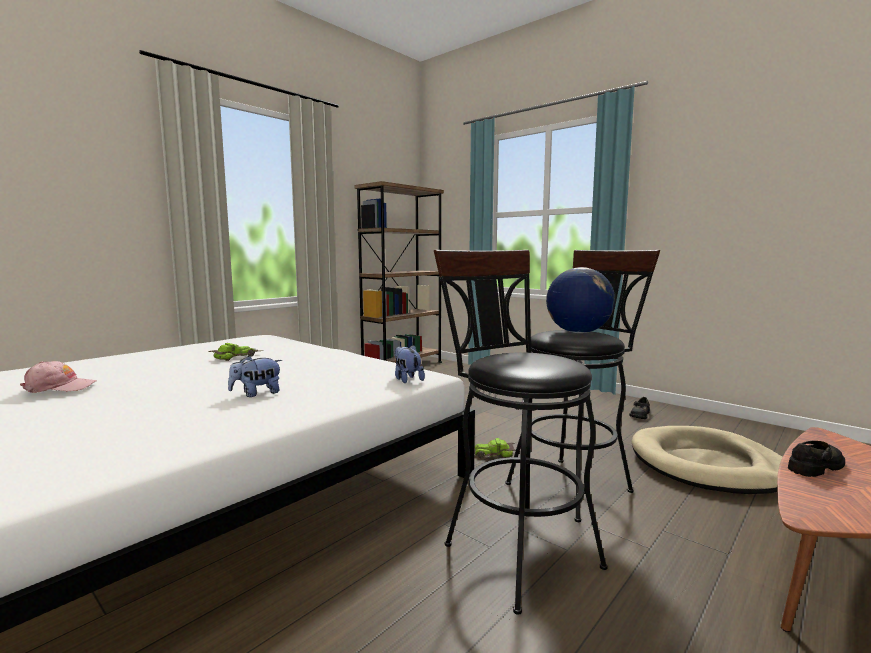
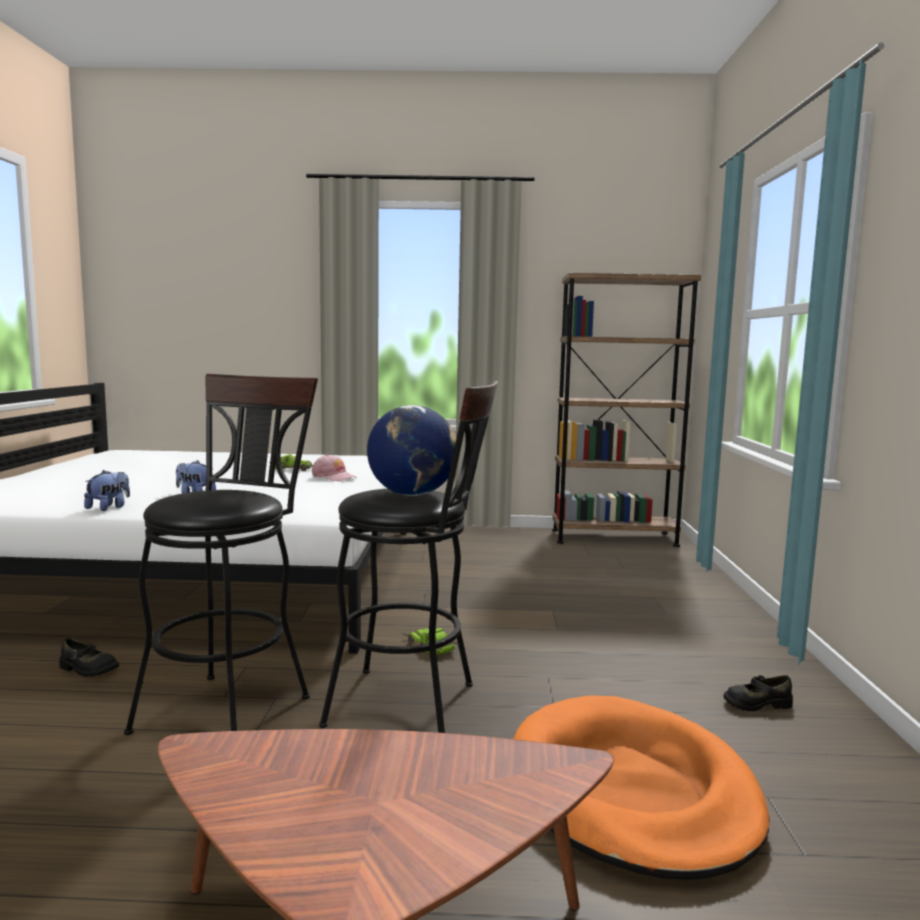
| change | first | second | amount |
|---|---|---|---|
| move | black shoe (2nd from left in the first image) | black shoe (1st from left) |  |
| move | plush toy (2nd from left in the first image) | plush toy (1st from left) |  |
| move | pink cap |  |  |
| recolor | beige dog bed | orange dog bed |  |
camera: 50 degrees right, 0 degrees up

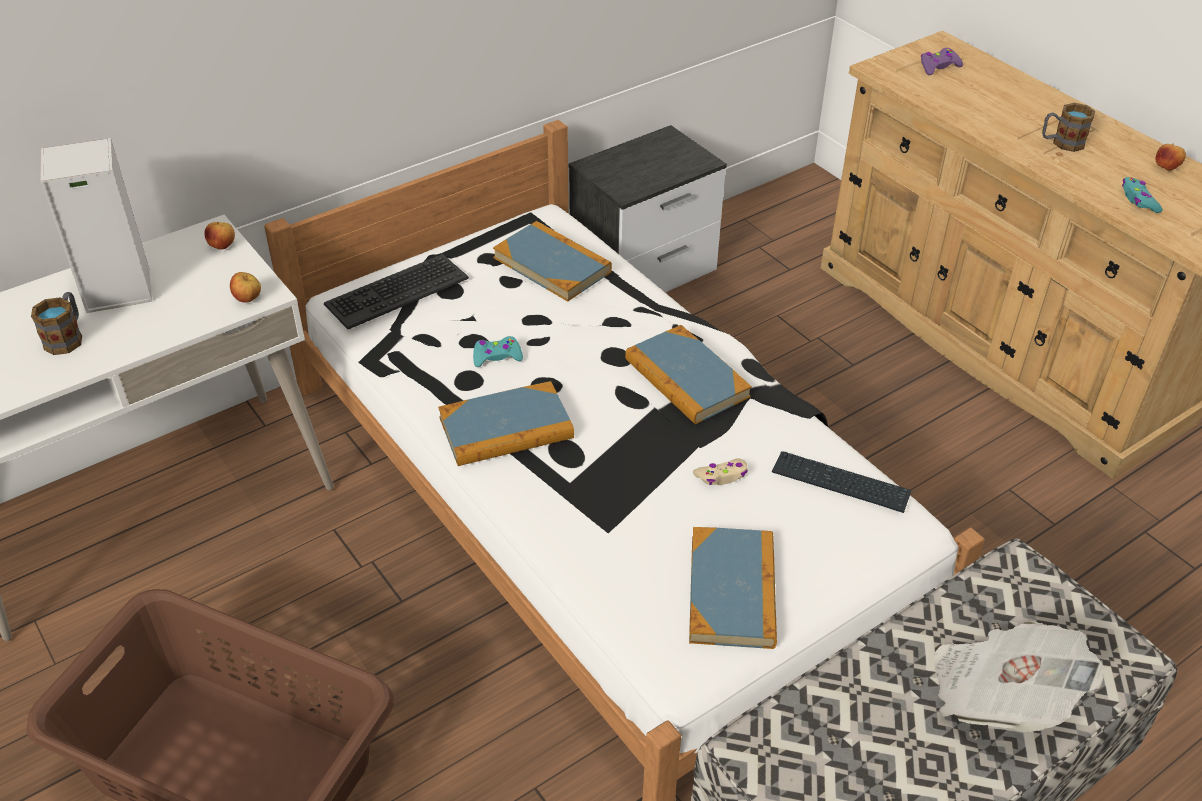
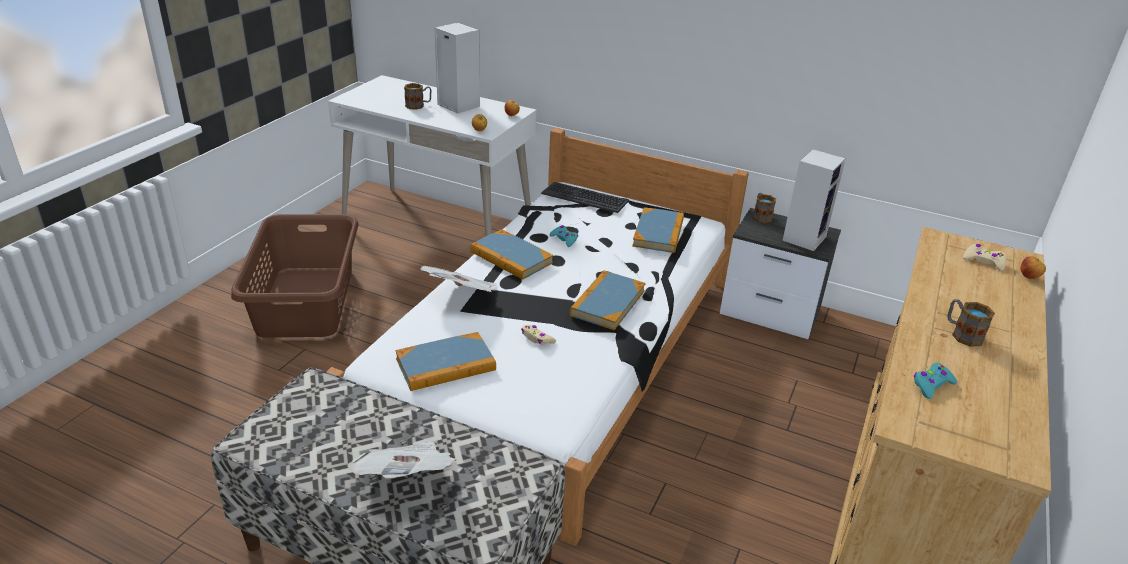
| change | first | second | amount |
|---|---|---|---|
| insert |  | newspaper (2nd from left) |  |
| insert |  | mug (2nd from left) |  |
| insert |  | speaker (2nd from left) |  |
| recolor | purple game controller | beige game controller (2nd from left) |  |
| move | apple (3rd from left) |  |  |
| delete | keyboard (2nd from left) |  |  |
camera: 60 degrees right, 10 degrees down

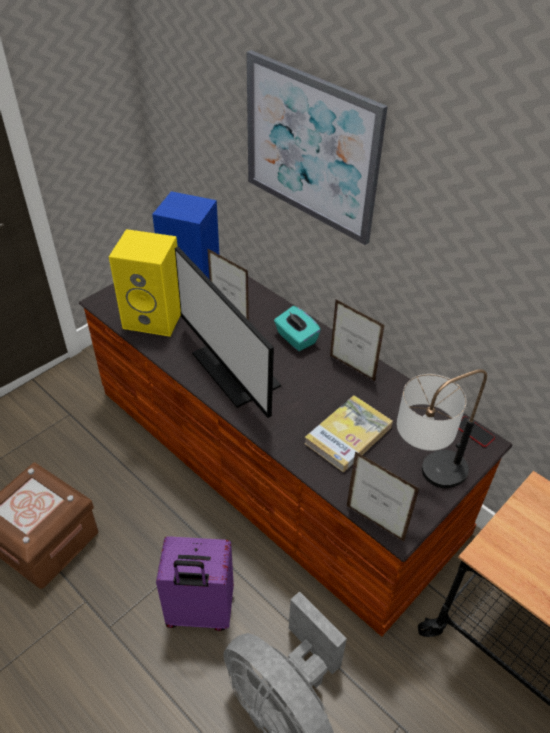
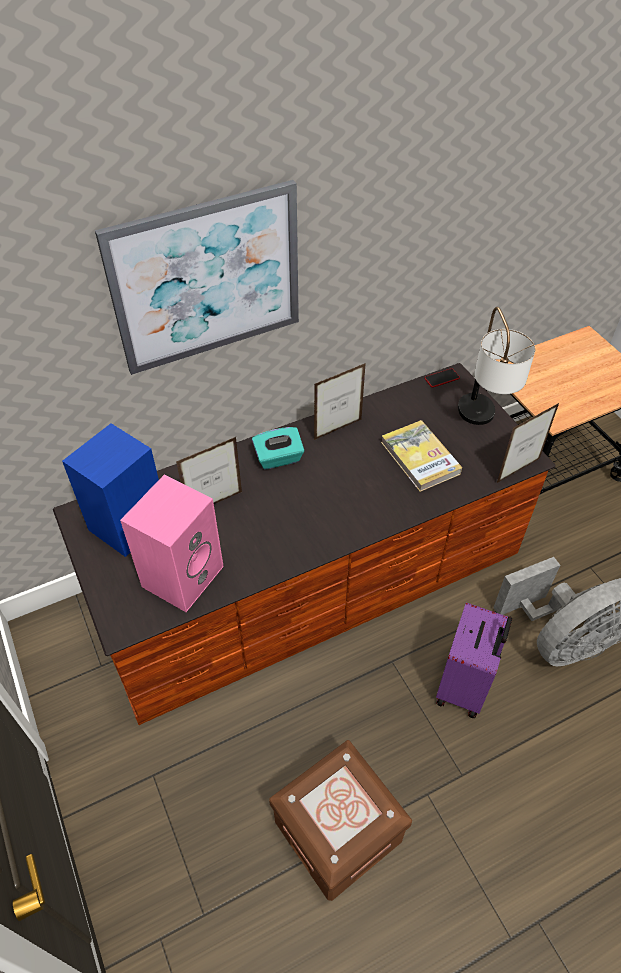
| change | first | second | amount |
|---|---|---|---|
| recolor | yellow speaker | pink speaker |  |
| delete | monitor |  |  |
camera: 70 degrees left, 5 degrees up

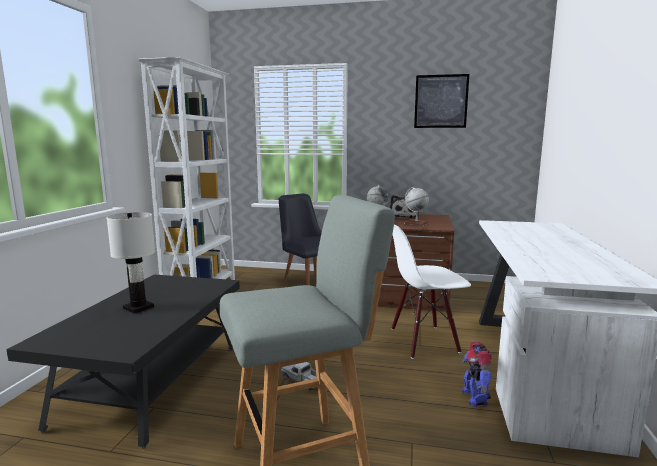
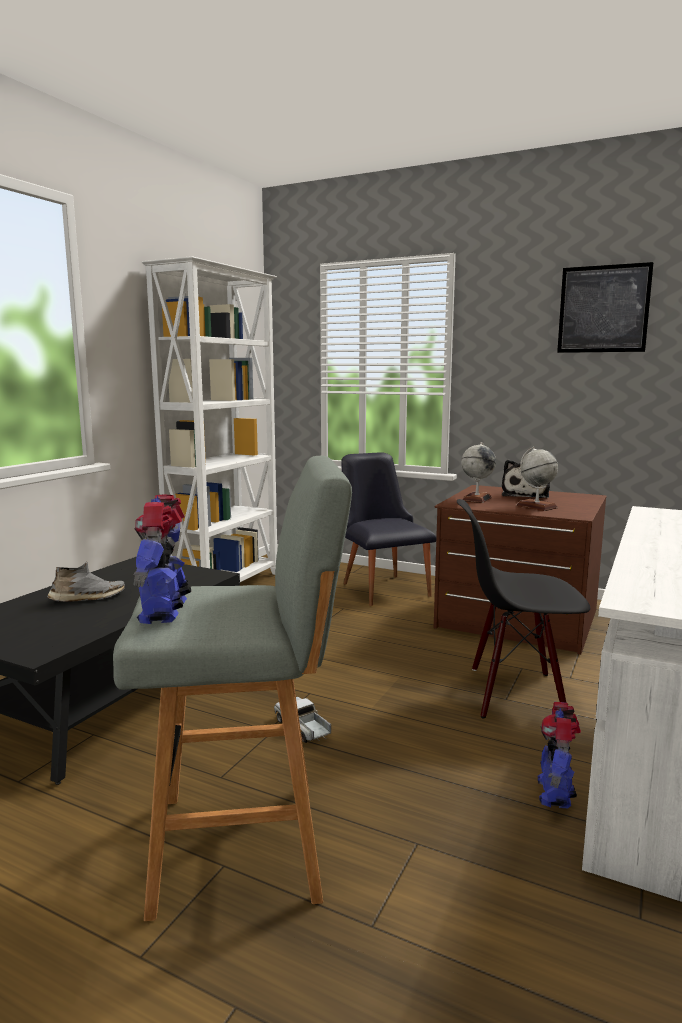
| change | first | second | amount |
|---|---|---|---|
| replace | white table lamp | grey shoe |  |
| insert |  | toy robot (1st from left) |  |
| recolor | white chair | black chair (2nd from left) |  |
camera: 15 degrees right, 0 degrees up

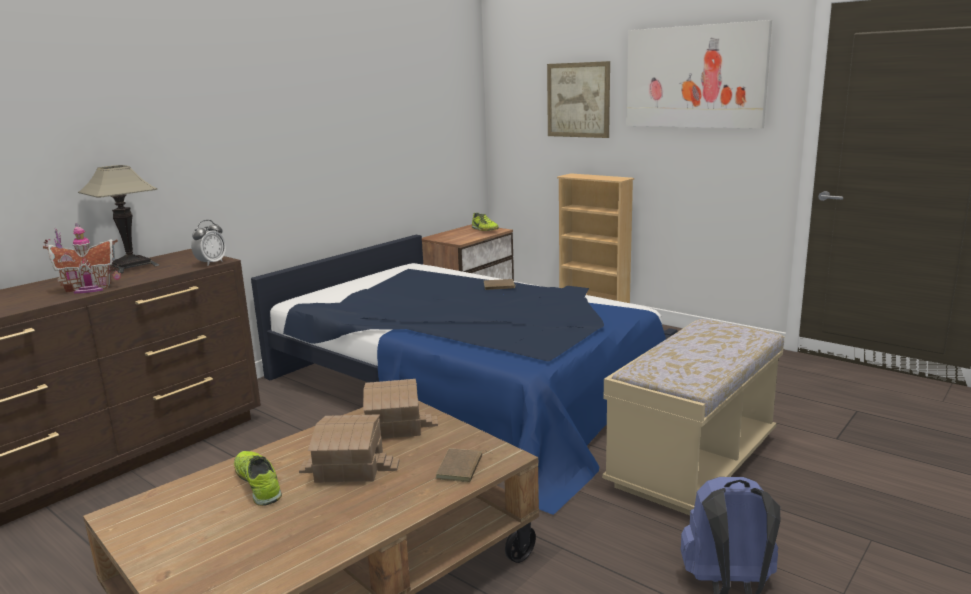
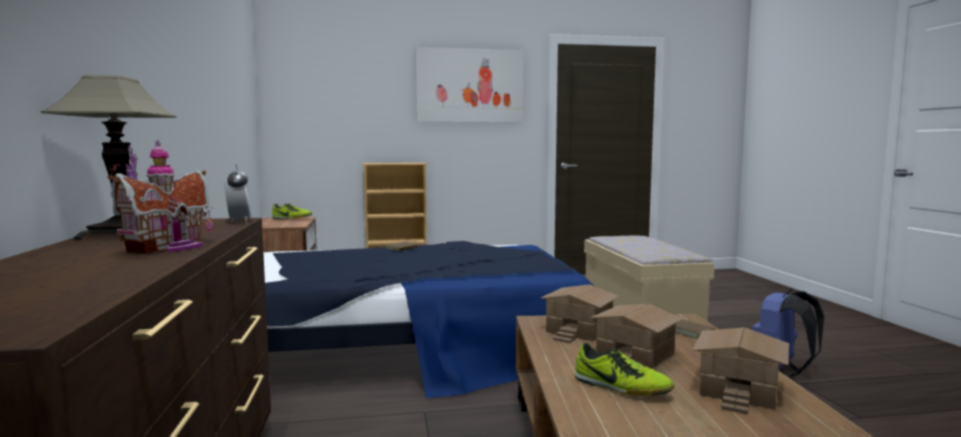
| change | first | second | amount |
|---|---|---|---|
| rotate | shoe (1st from left in the first image) | shoe (2nd from left) | 150 degrees counterclockwise |
| insert |  | toy house (4th from left) |  |
| delete | picture (1st from left) |  |  |
camera: 50 degrees left, 10 degrees down

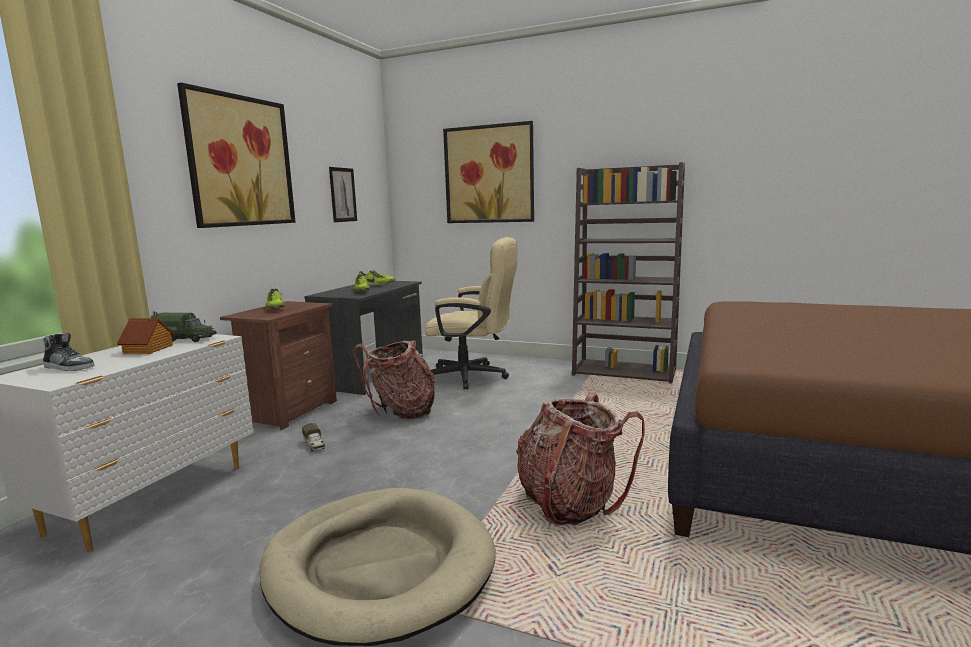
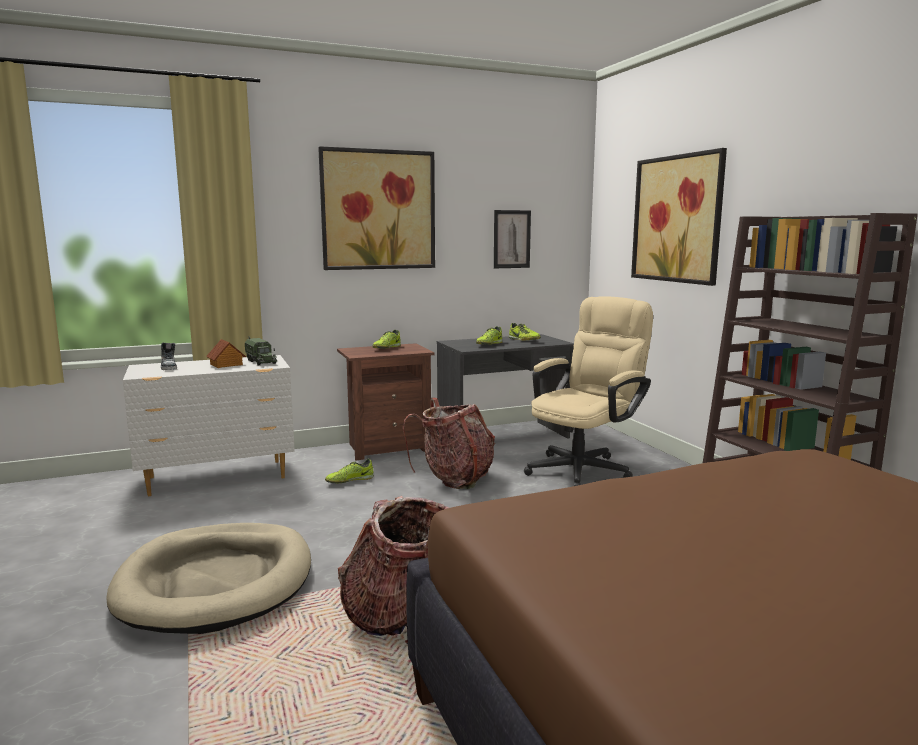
| change | first | second | amount |
|---|---|---|---|
| replace | toy truck (2nd from left) | shoe (2nd from left) |  |
| rotate | beige office chair |  | 105 degrees counterclockwise |
camera: 45 degrees right, 0 degrees up

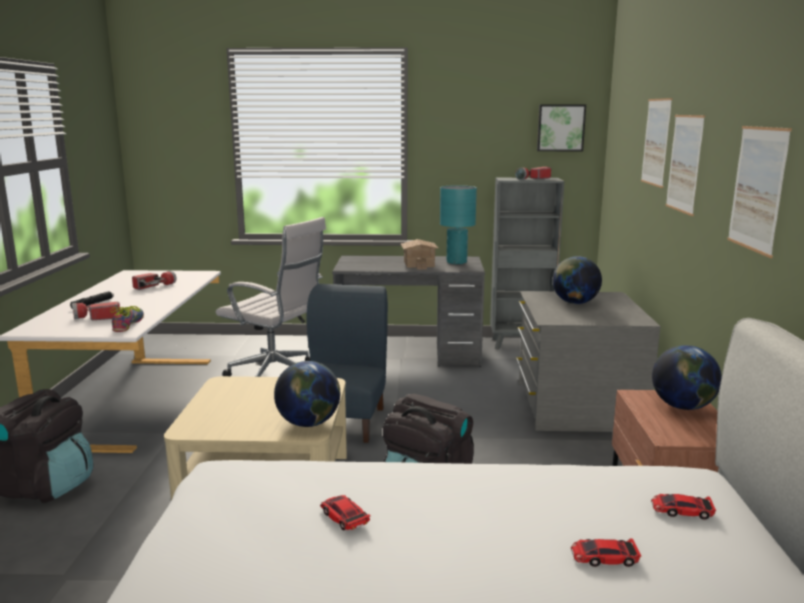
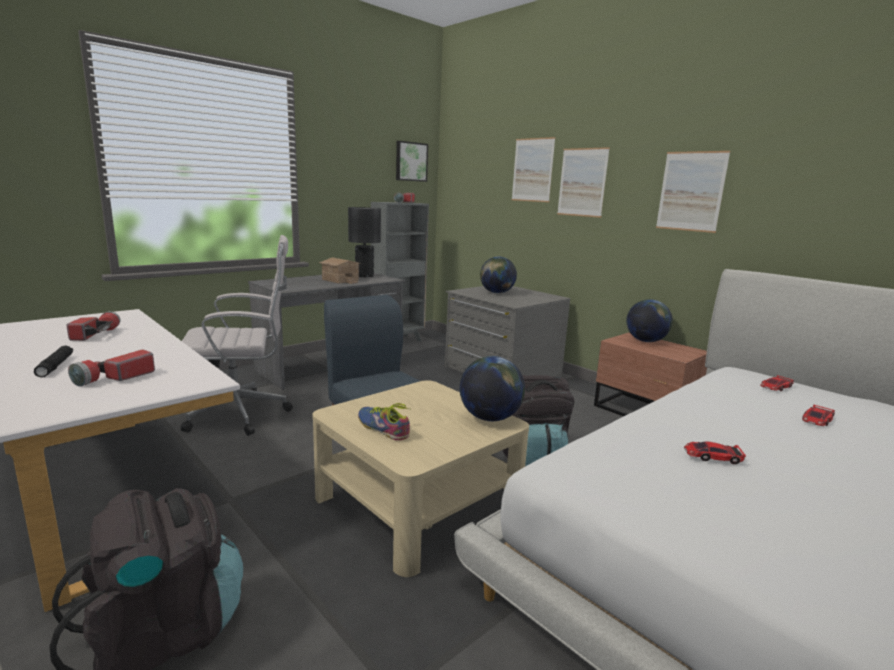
| change | first | second | amount |
|---|---|---|---|
| recolor | turquoise table lamp | black table lamp |  |
| move | shoe |  |  |
camera: 45 degrees left, 0 degrees up

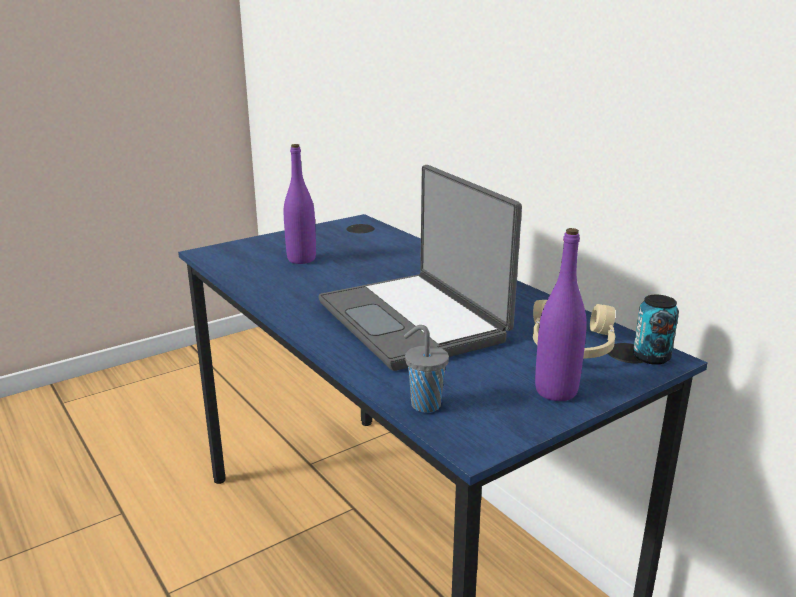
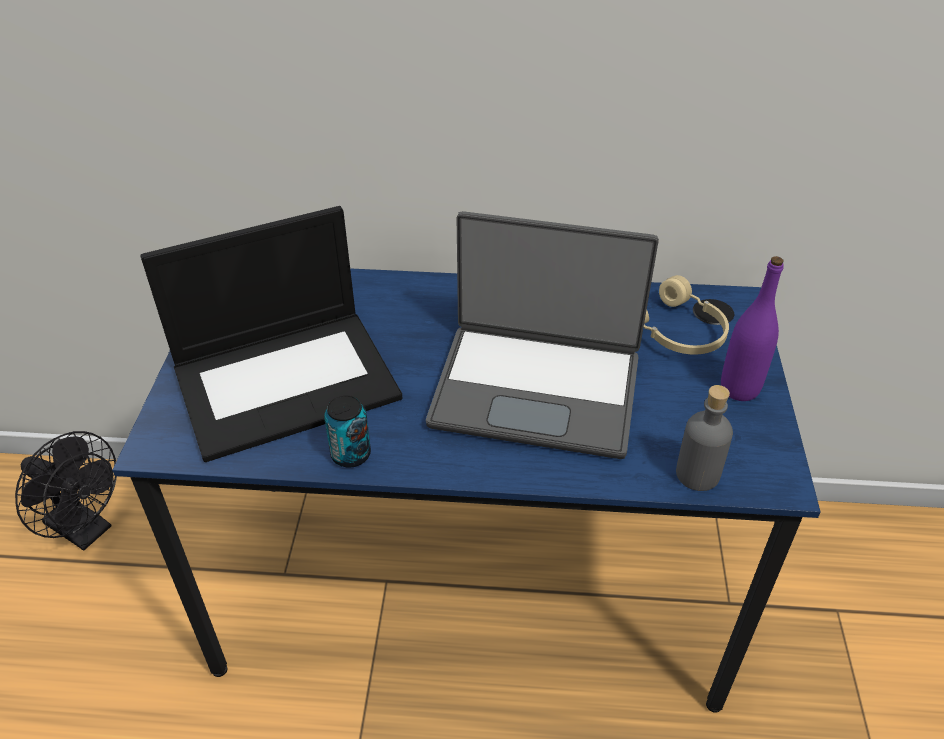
| change | first | second | amount |
|---|---|---|---|
| insert |  | black fan |  |
| replace | purple bottle (1st from left) | laptop (1st from left) |  |
| move | can |  |  |
| replace | grey cup | grey bottle |  |
camera: 50 degrees left, 20 degrees up

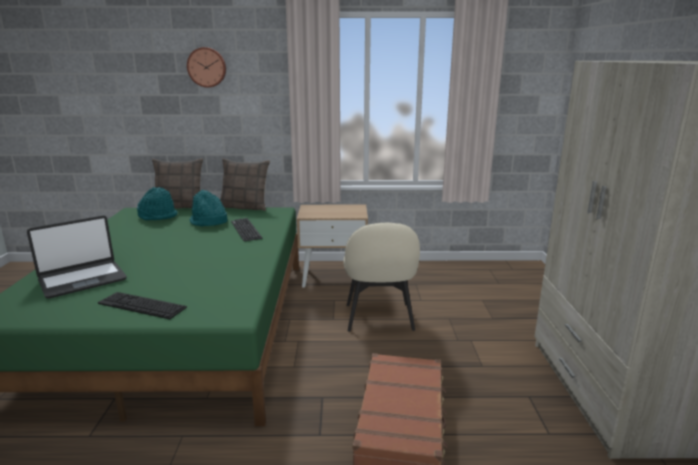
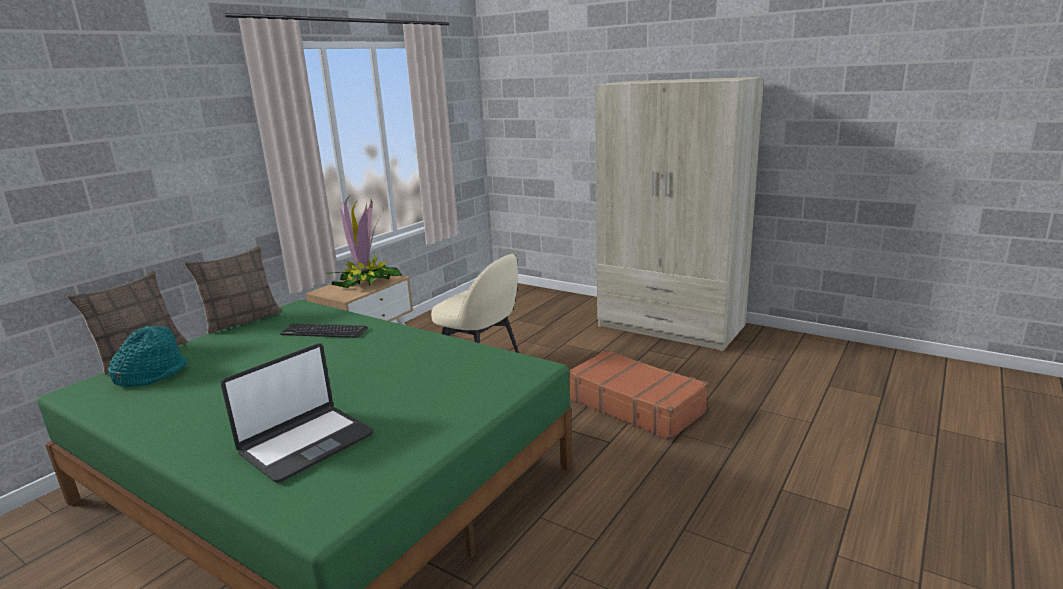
| change | first | second | amount |
|---|---|---|---|
| rotate | laptop |  | 45 degrees clockwise |
| insert |  | potted plant |  |
| delete | keyboard (1st from left) |  |  |
| delete | wall clock |  |  |
| delete | turquoise hat (2nd from left) |  |  |
camera: 55 degrees left, 0 degrees up

